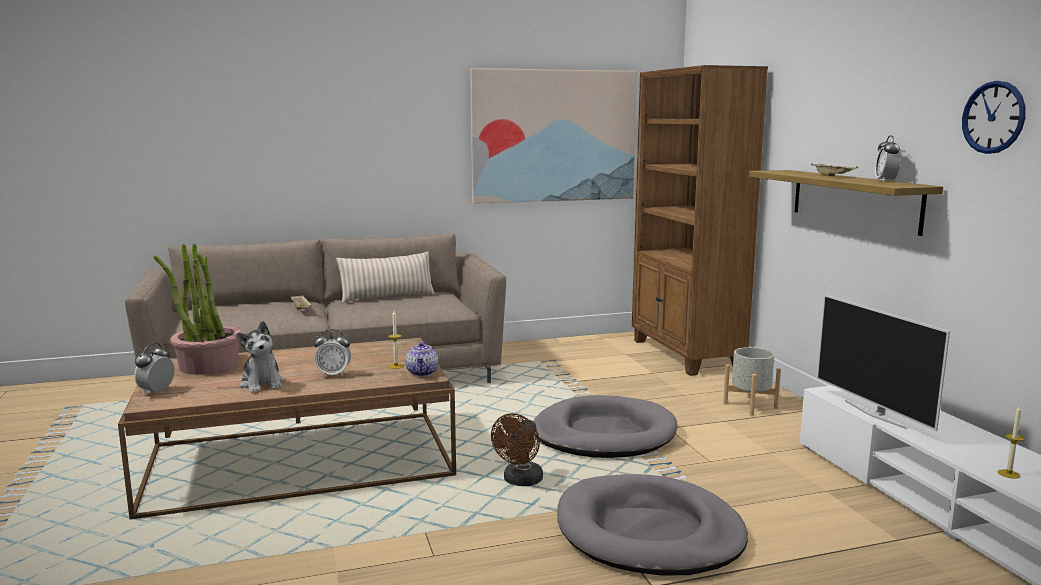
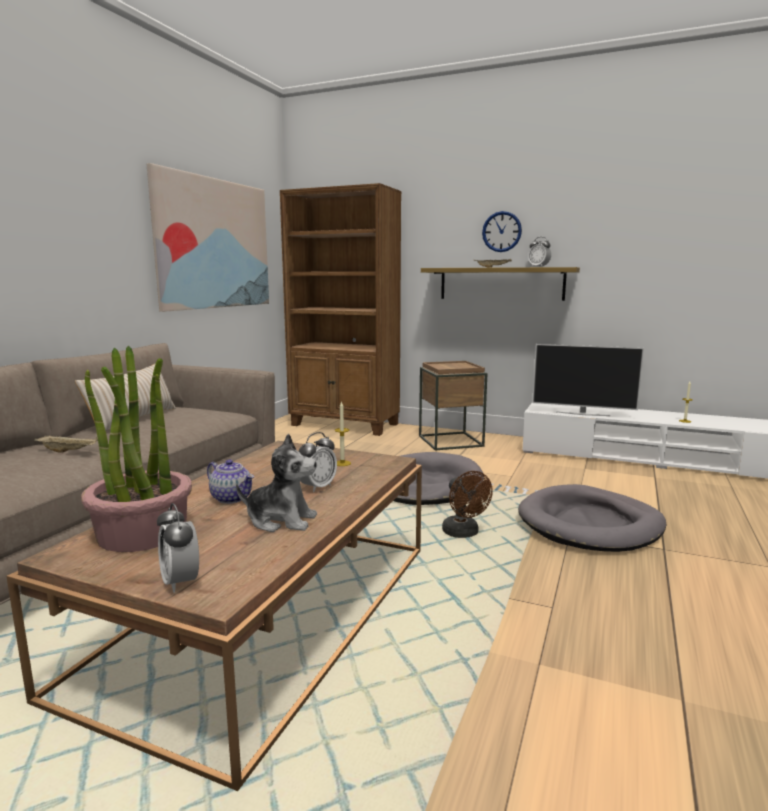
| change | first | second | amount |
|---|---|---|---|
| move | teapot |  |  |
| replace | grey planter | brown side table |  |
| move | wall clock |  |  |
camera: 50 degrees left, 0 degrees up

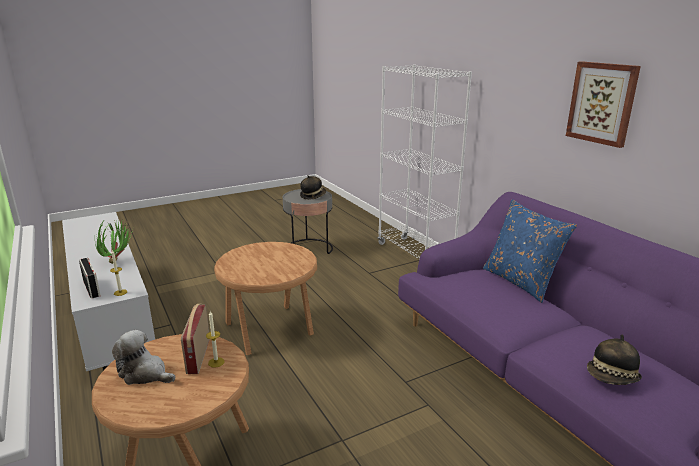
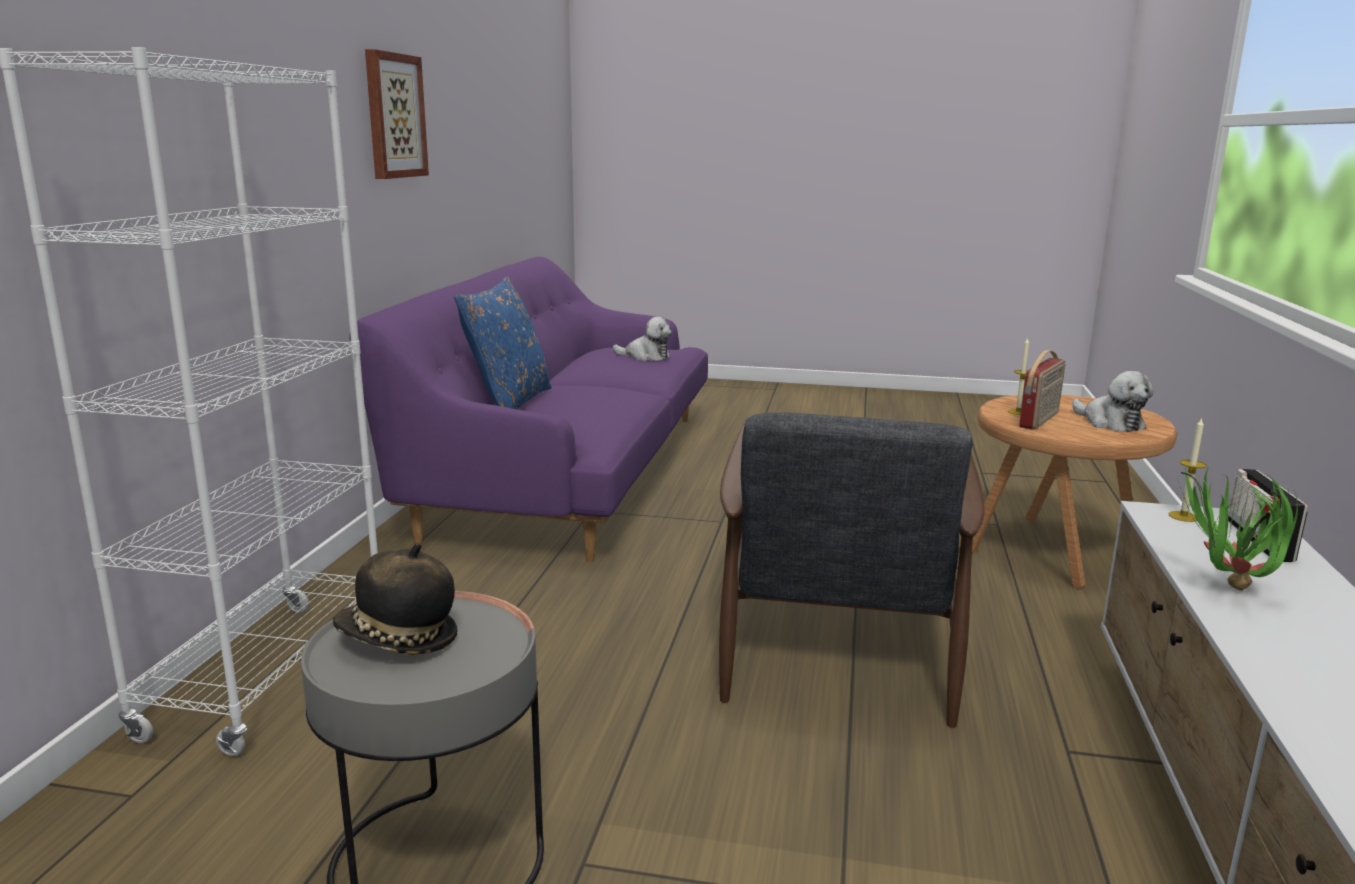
| change | first | second | amount |
|---|---|---|---|
| replace | hat (2nd from left) | plush toy (1st from left) |  |
| replace | brown side table (2nd from left) | grey armchair |  |
camera: 140 degrees left, 5 degrees down

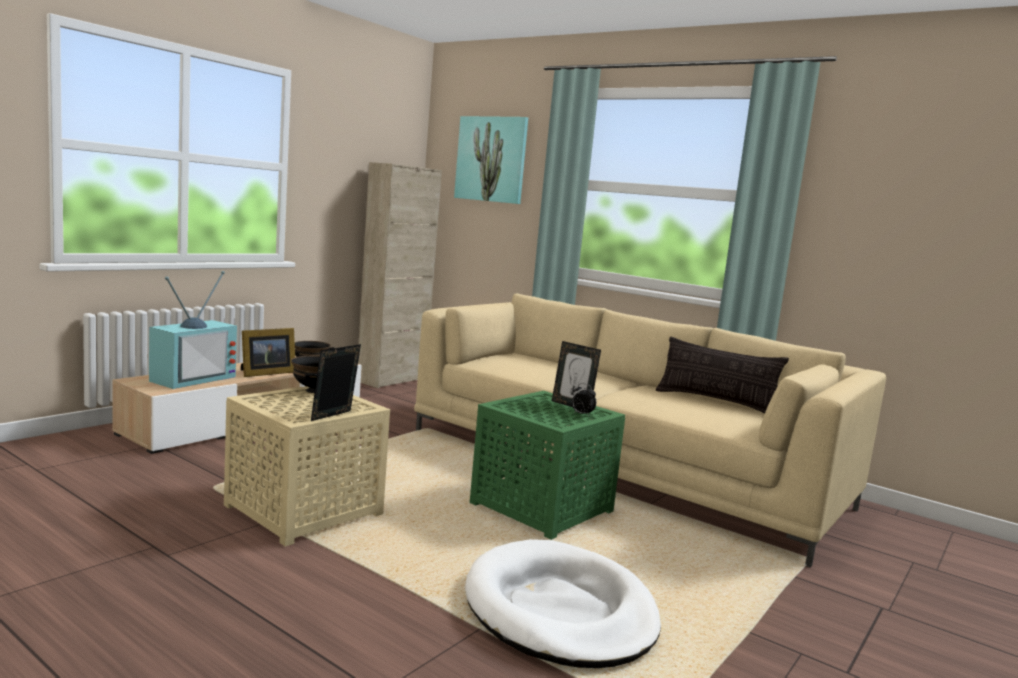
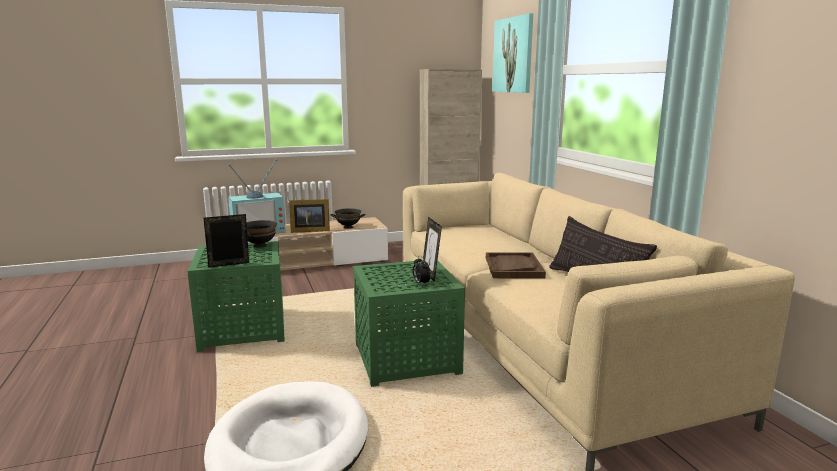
| change | first | second | amount |
|---|---|---|---|
| recolor | beige side table | green side table (1st from left) |  |
| insert |  | brown tray |  |
camera: 35 degrees right, 5 degrees up

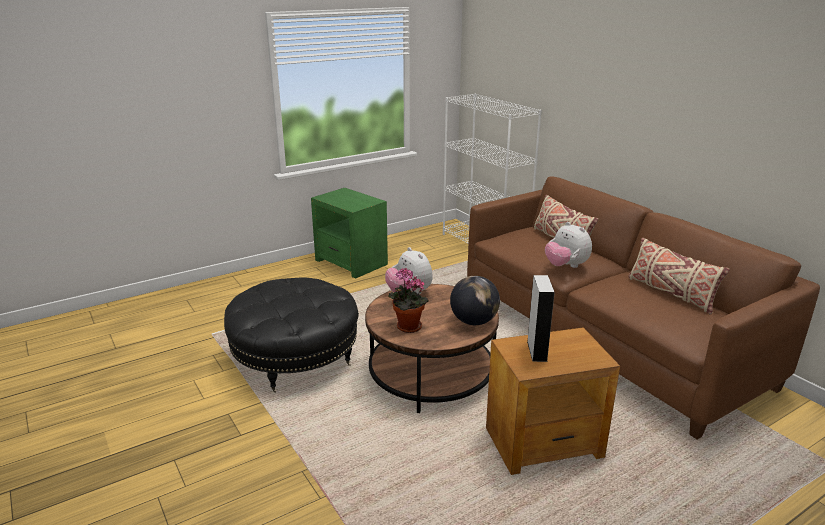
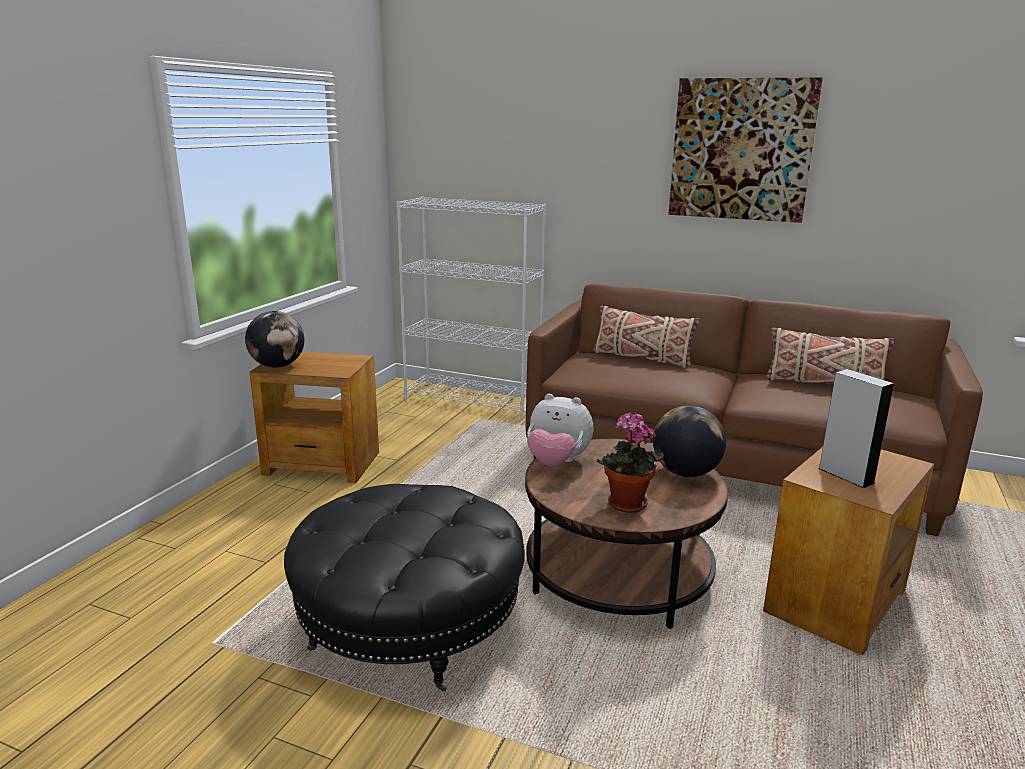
| change | first | second | amount |
|---|---|---|---|
| insert |  | globe (1st from left) |  |
| recolor | green side table | brown side table (1st from left) |  |
| insert |  | picture |  |
| delete | plush toy (2nd from left) |  |  |
camera: 35 degrees left, 5 degrees down

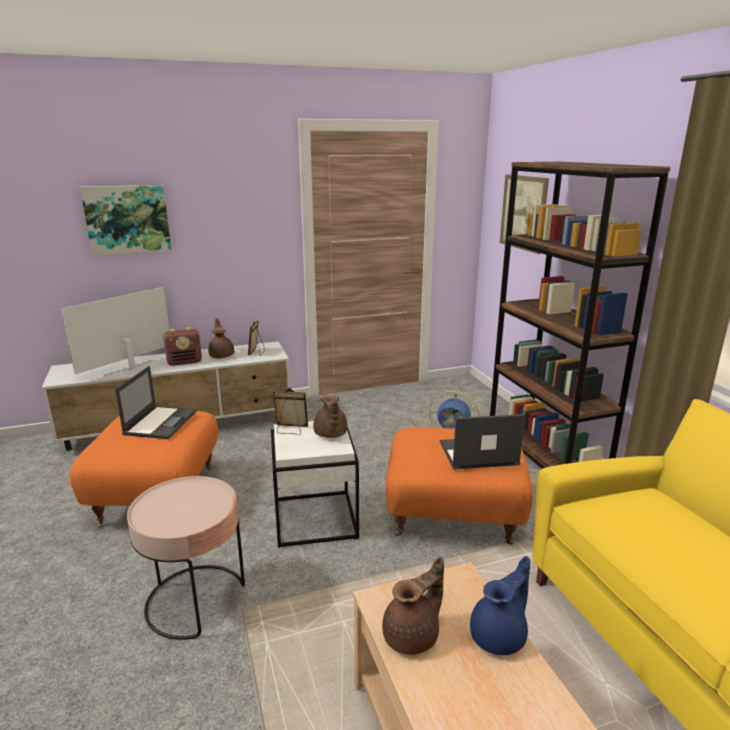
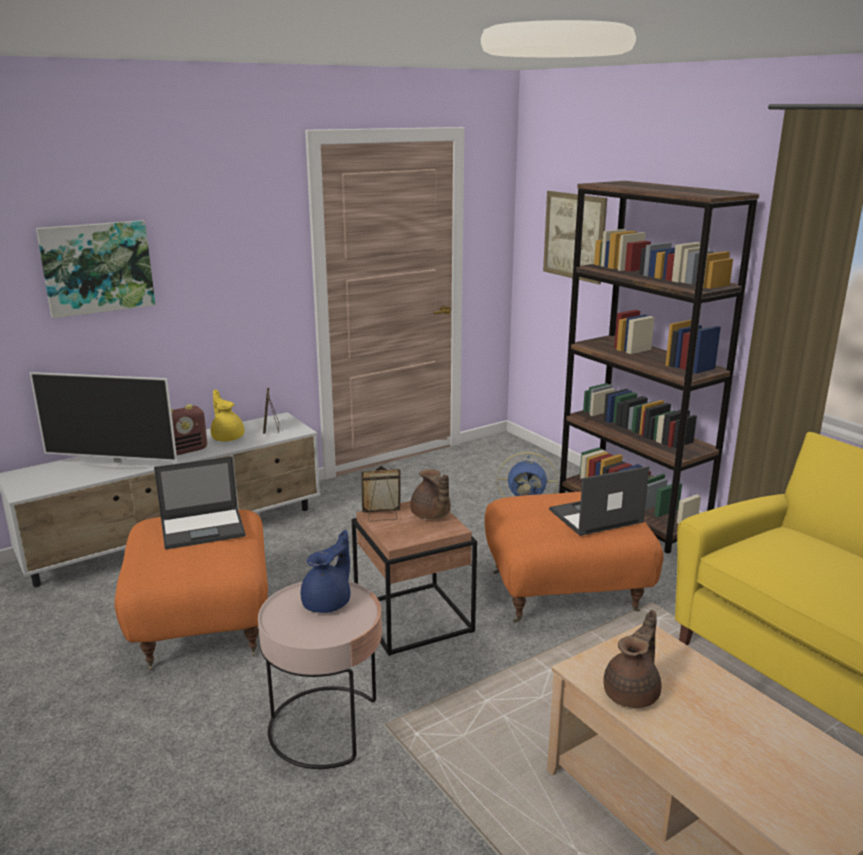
| change | first | second | amount |
|---|---|---|---|
| rotate | television |  | 105 degrees counterclockwise |
| rotate | laptop (1st from left) |  | 75 degrees clockwise |
| recolor | brown teapot (1st from left) | yellow teapot |  |
| move | blue teapot |  |  |
| recolor | white side table | brown side table |  |
camera: 15 degrees left, 0 degrees up

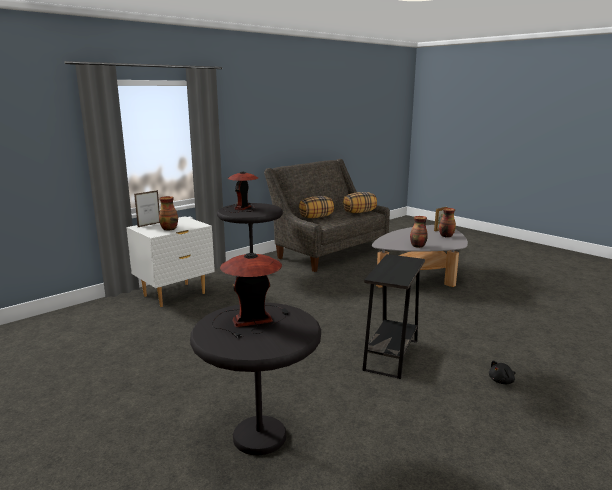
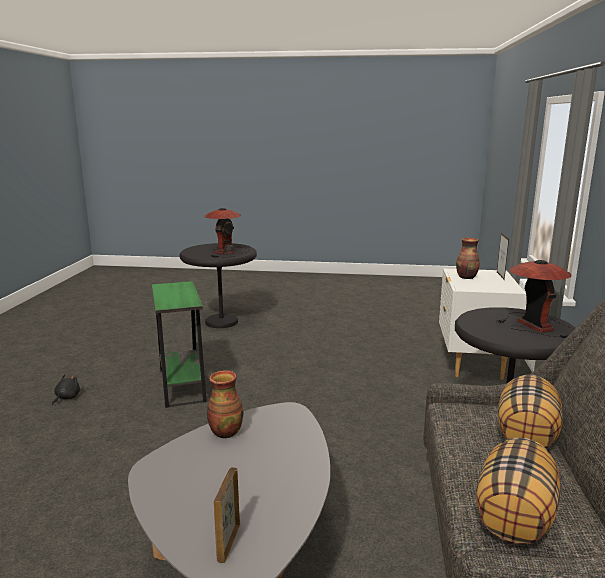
| change | first | second | amount |
|---|---|---|---|
| recolor | black side table (3rd from left) | green side table |  |
| delete | vase (3rd from left) |  |  |
camera: 140 degrees right, 0 degrees up

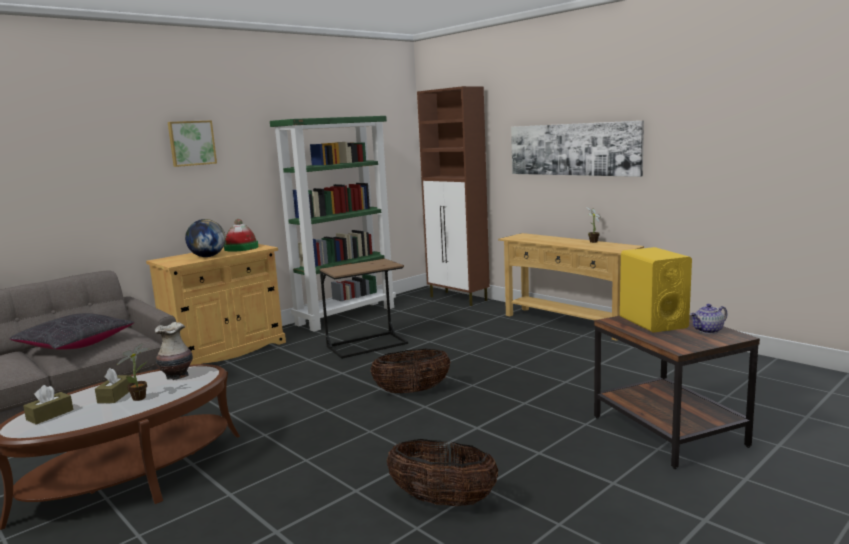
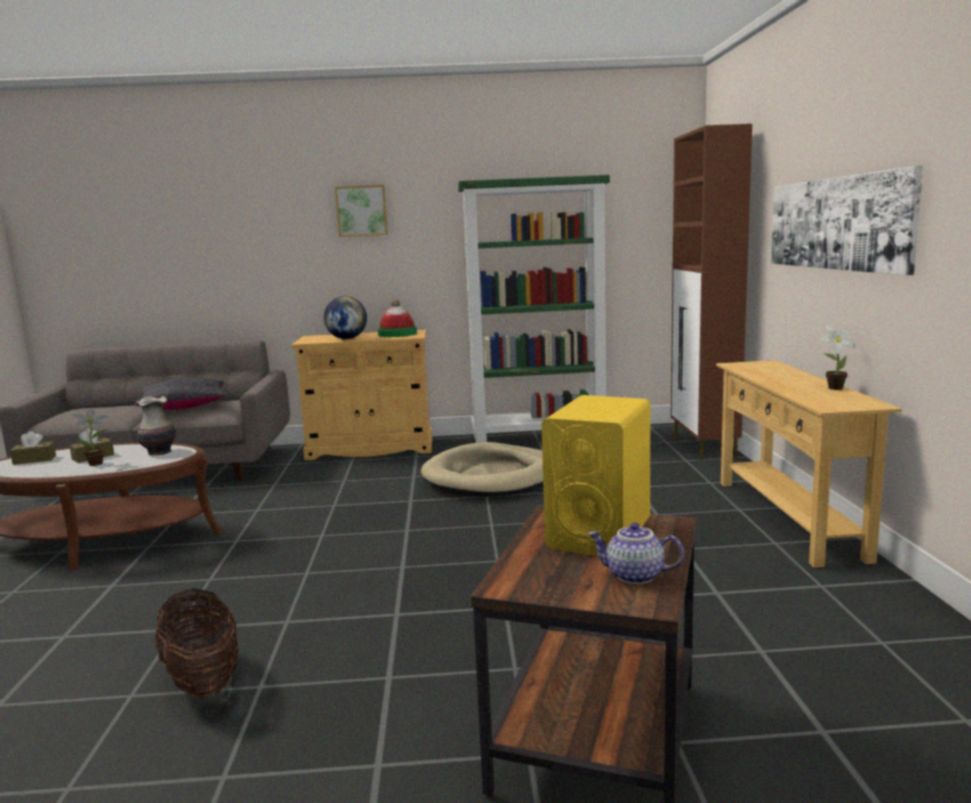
| change | first | second | amount |
|---|---|---|---|
| replace | brown side table (1st from left) | beige dog bed |  |
| delete | basket (1st from left) |  |  |
camera: 40 degrees right, 0 degrees up

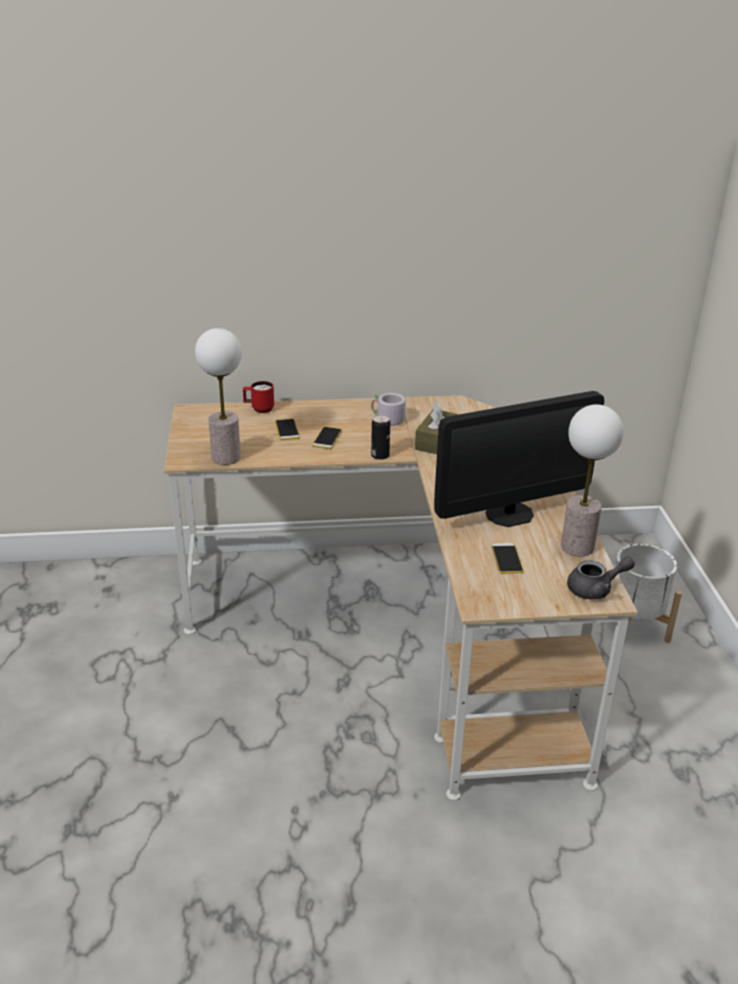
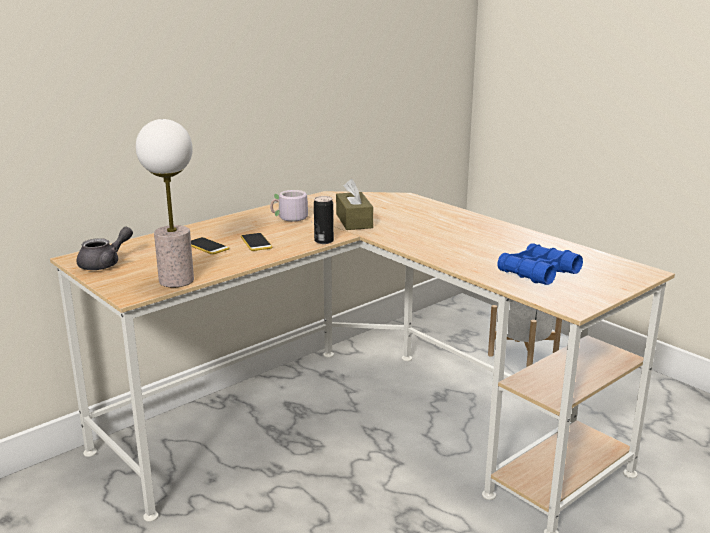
| change | first | second | amount |
|---|---|---|---|
| move | grey teapot |  |  |
| replace | phone (3rd from left) | blue binoculars |  |
| delete | red mug |  |  |
| delete | monitor |  |  |
| delete | table lamp (2nd from left) |  |  |
camera: 35 degrees left, 10 degrees down

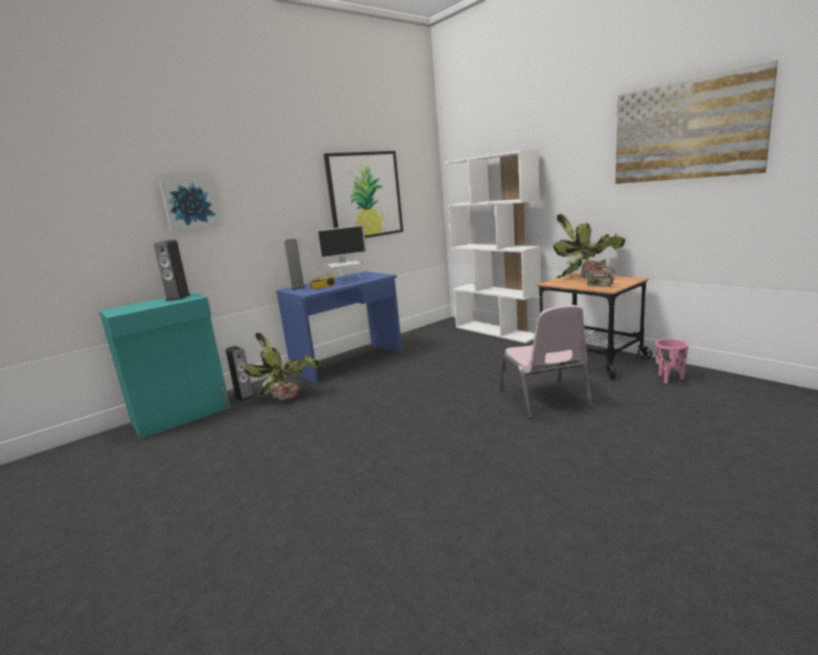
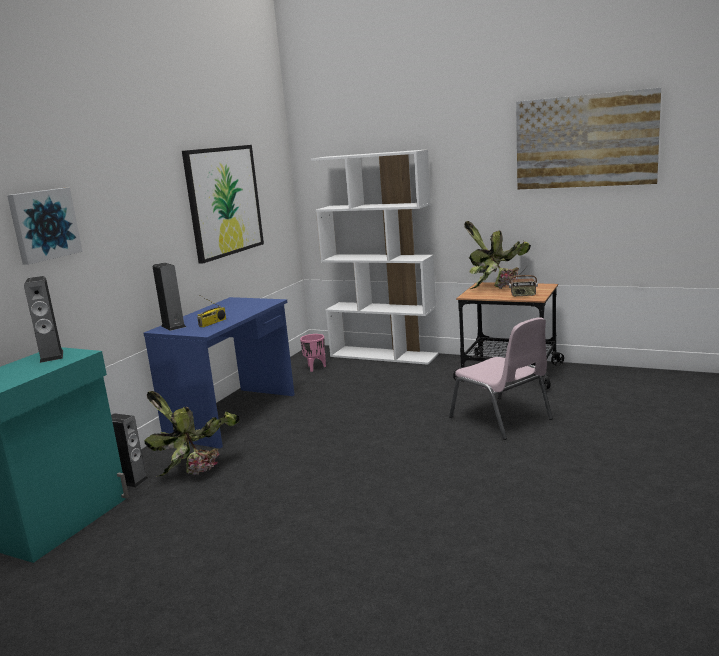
| change | first | second | amount |
|---|---|---|---|
| move | pink planter |  |  |
| delete | monitor |  |  |
camera: 25 degrees left, 0 degrees up

